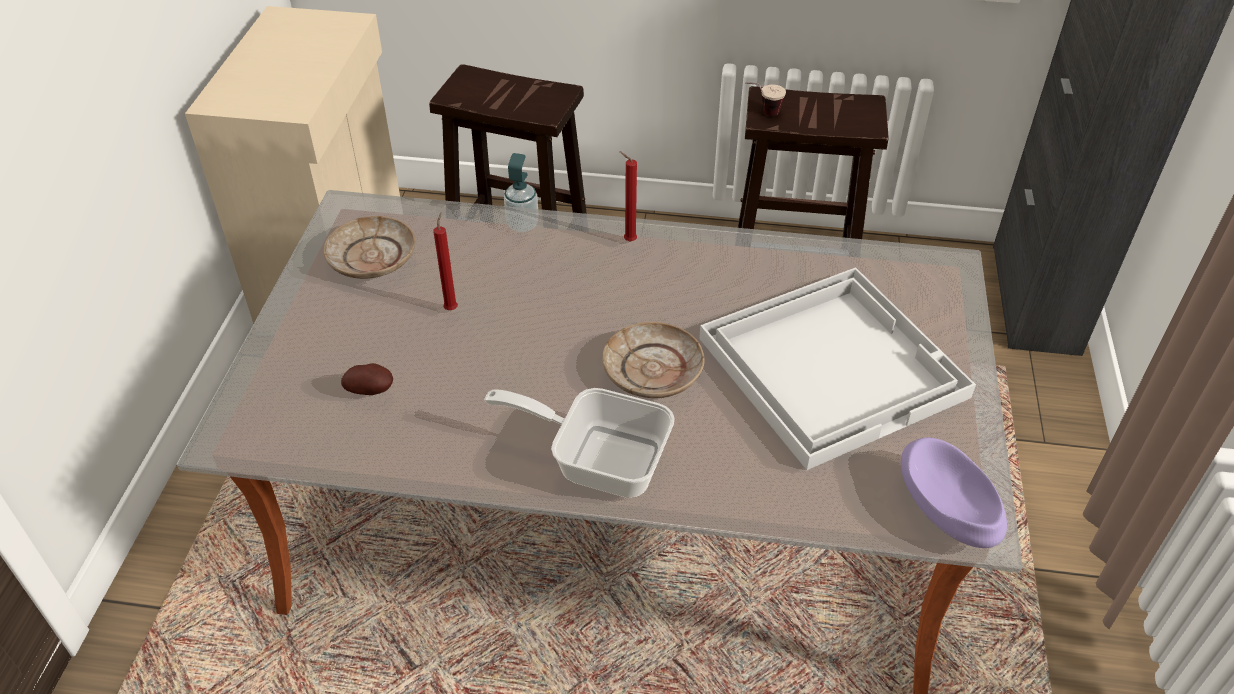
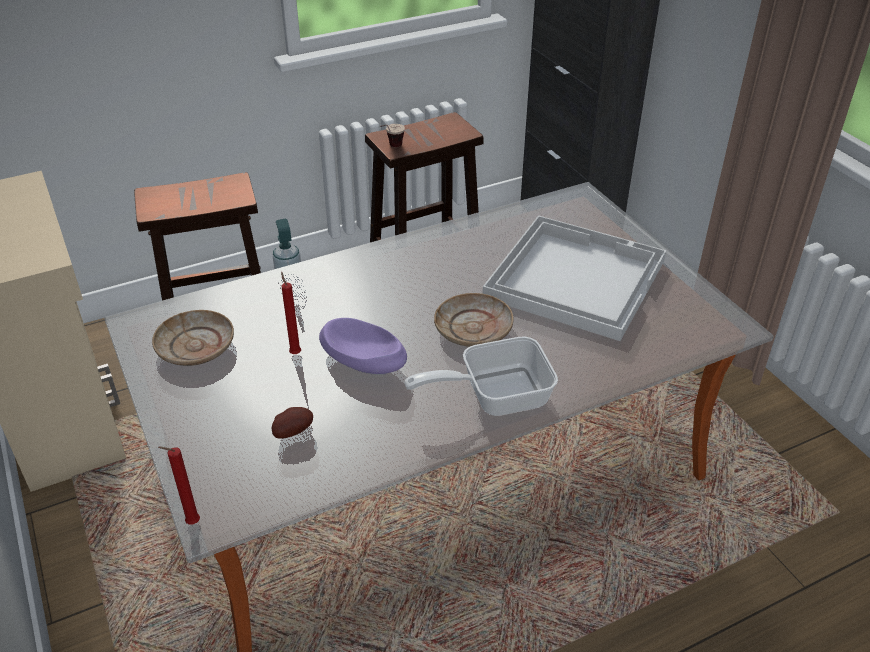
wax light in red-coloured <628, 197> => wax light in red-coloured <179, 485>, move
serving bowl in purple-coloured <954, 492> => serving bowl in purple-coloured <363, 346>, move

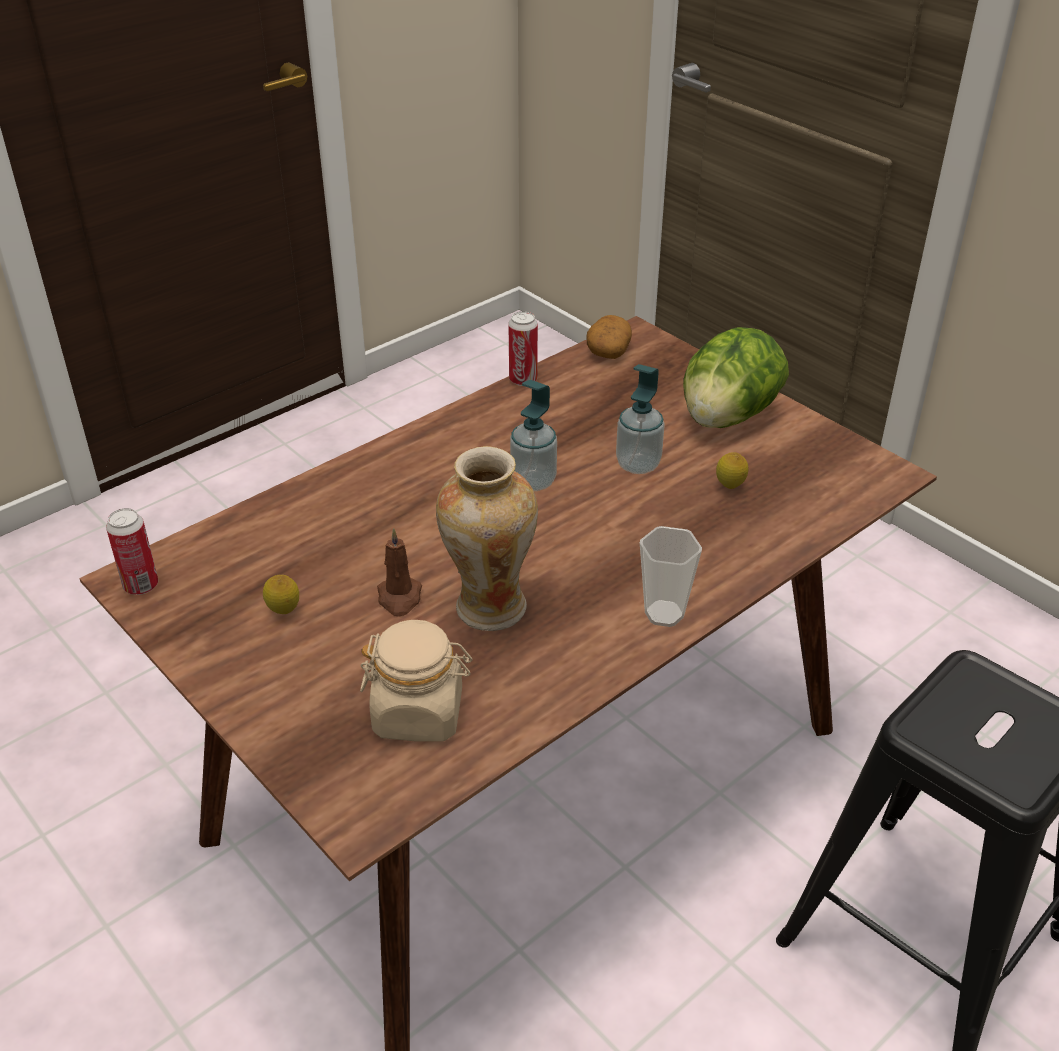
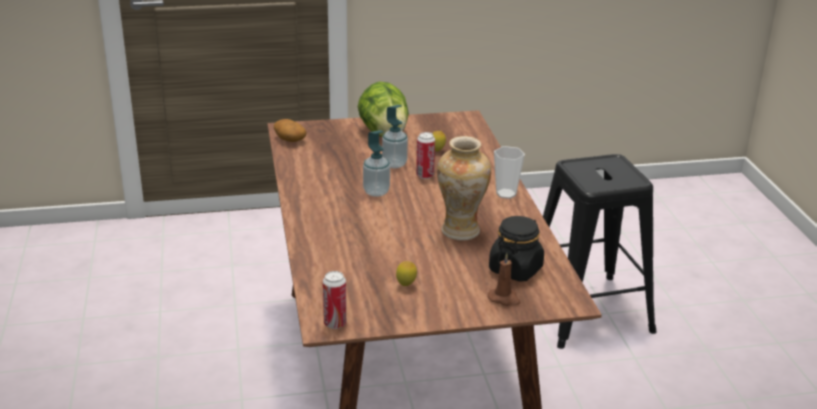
can <523, 348> => can <425, 155>, move
wax light in brown-coloured <399, 572> => wax light in brown-coloured <504, 279>, move
jar in beige <416, 680> => jar in blackish <516, 249>

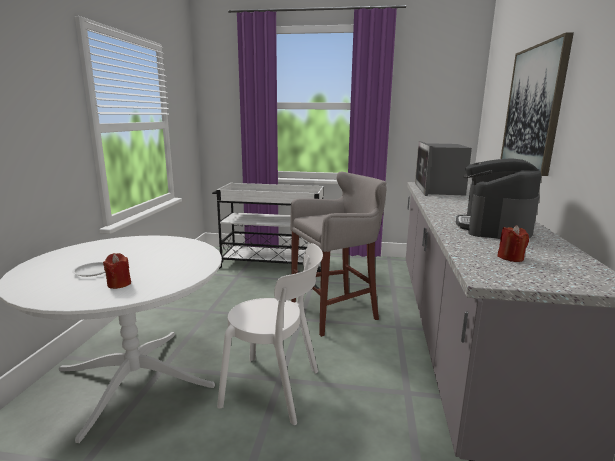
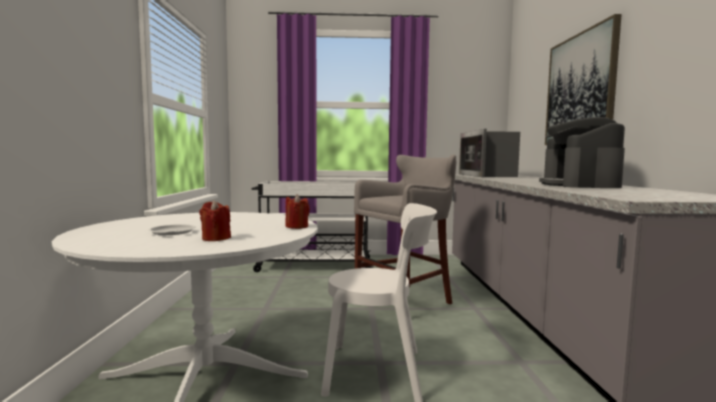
wax light in red-coloured <513, 243> => wax light in red-coloured <297, 211>, move

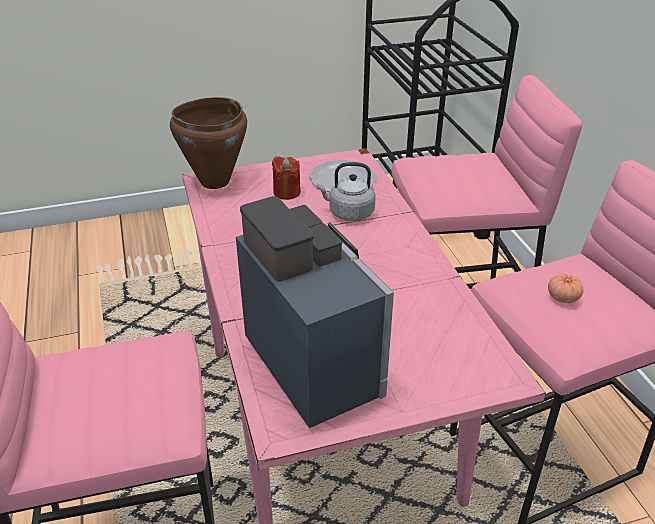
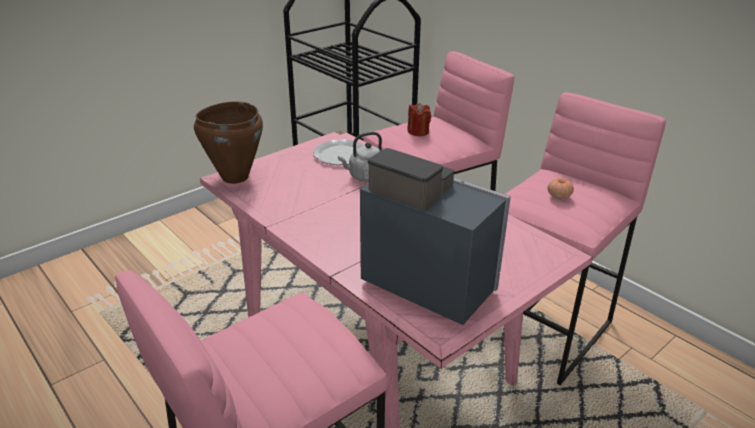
wax light in red-coloured <286, 178> => wax light in red-coloured <419, 119>, move

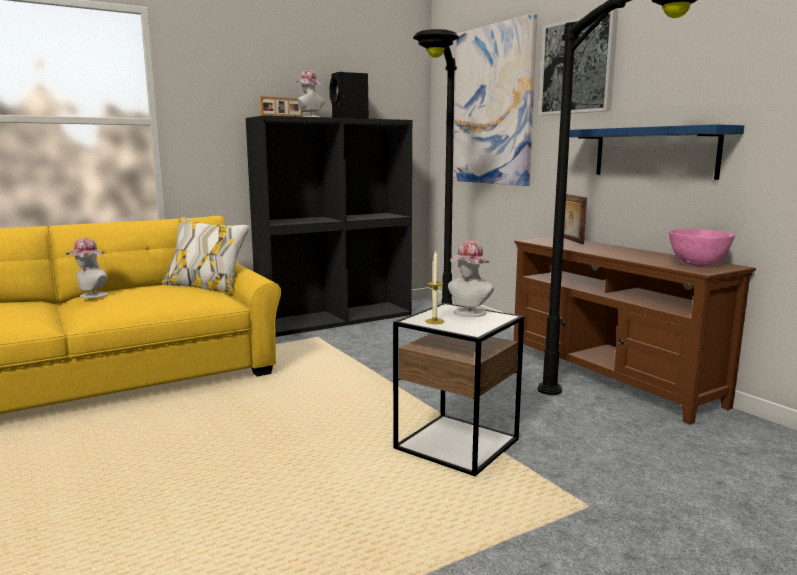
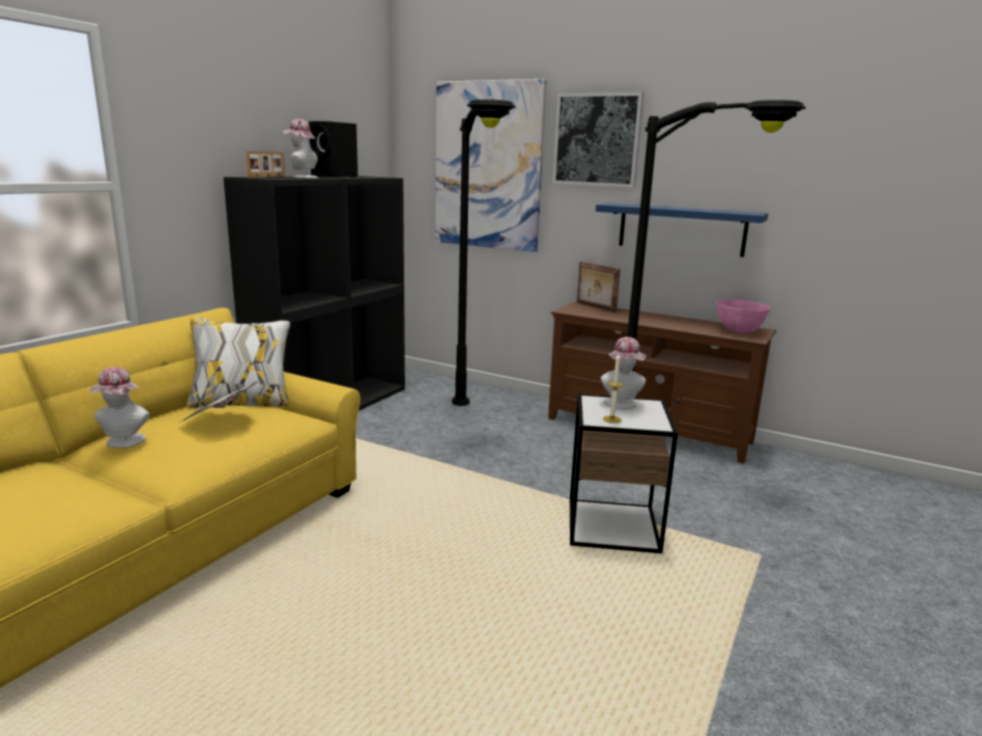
nothing => daily paper <218, 402>

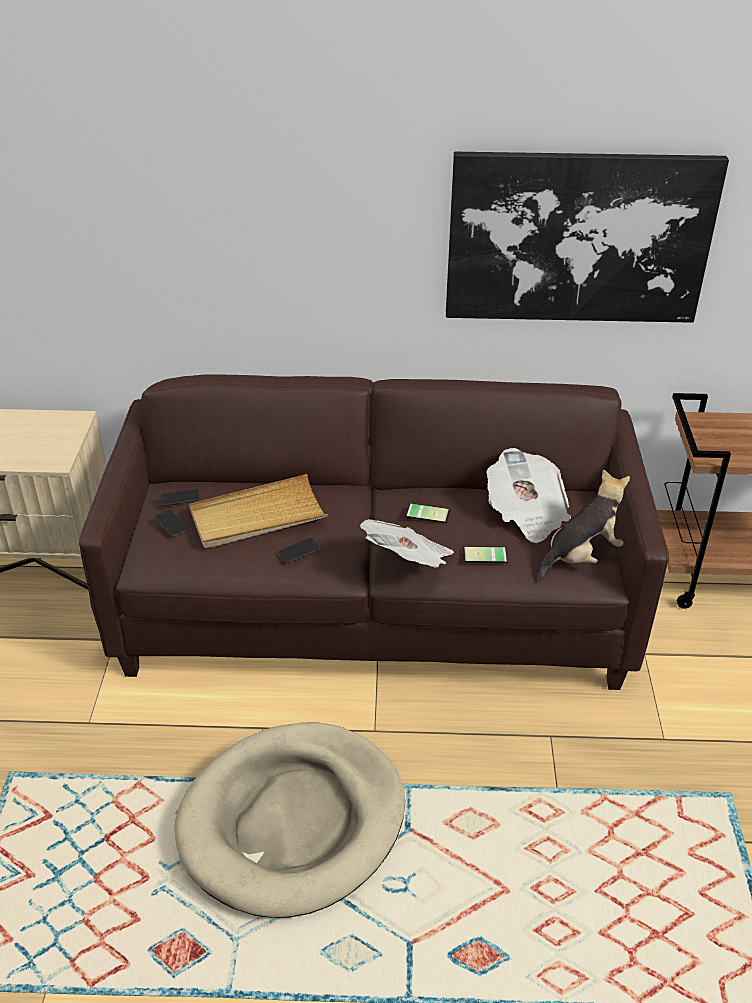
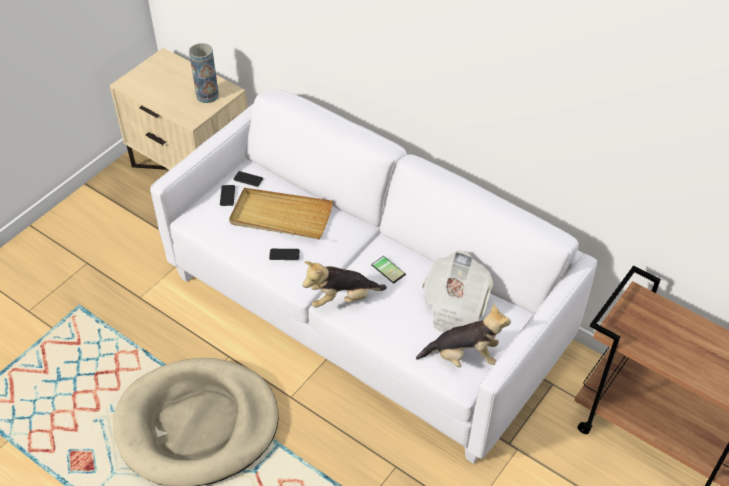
settee in brown-coloured <374, 532> => settee in whitish <373, 277>
nothing => flower vase <204, 73>
daily paper <407, 543> => soft toy <345, 284>
picture <587, 237> => nothing
telephone <485, 554> => nothing

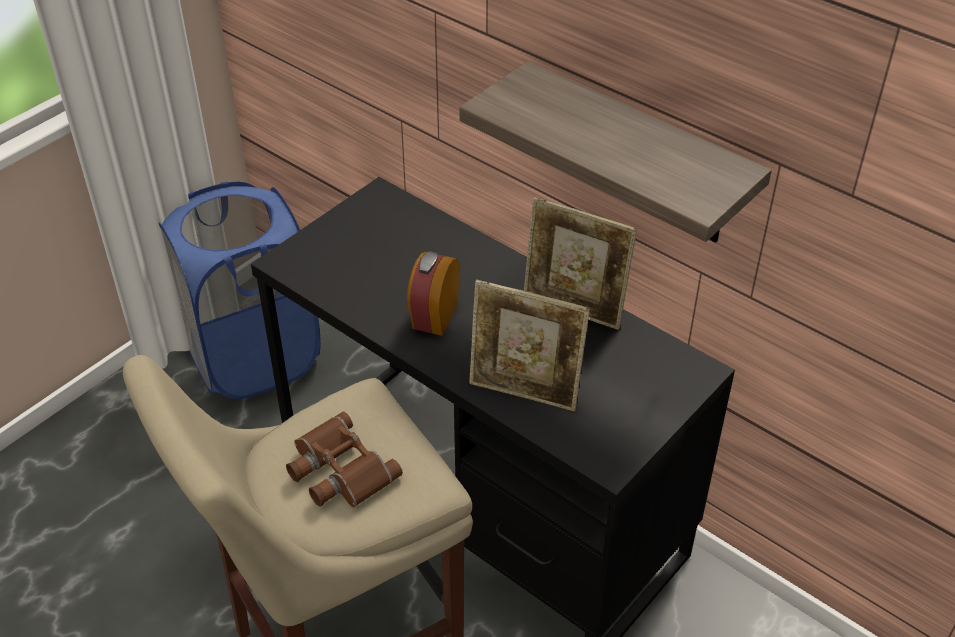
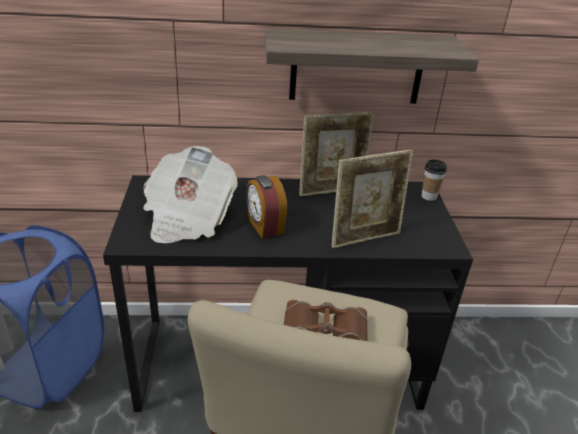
nothing => daily paper <190, 194>
nothing => drinking cup <434, 180>

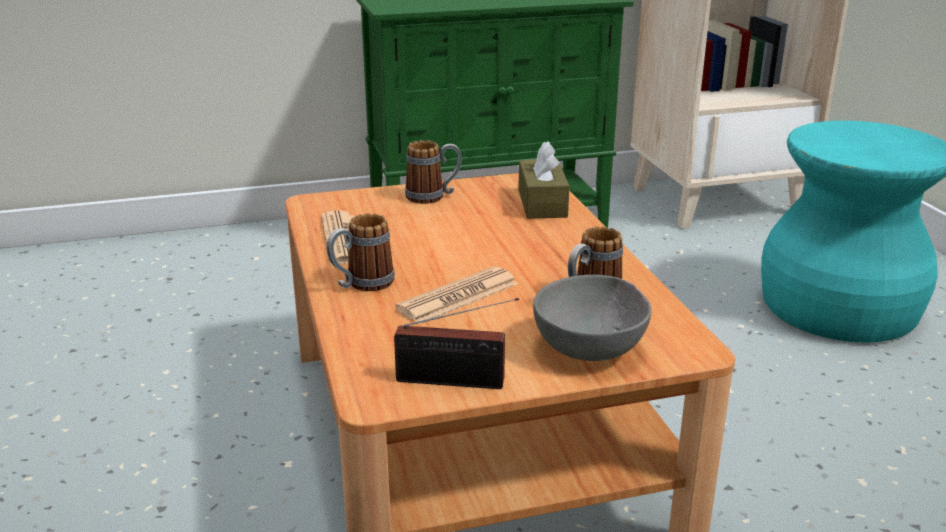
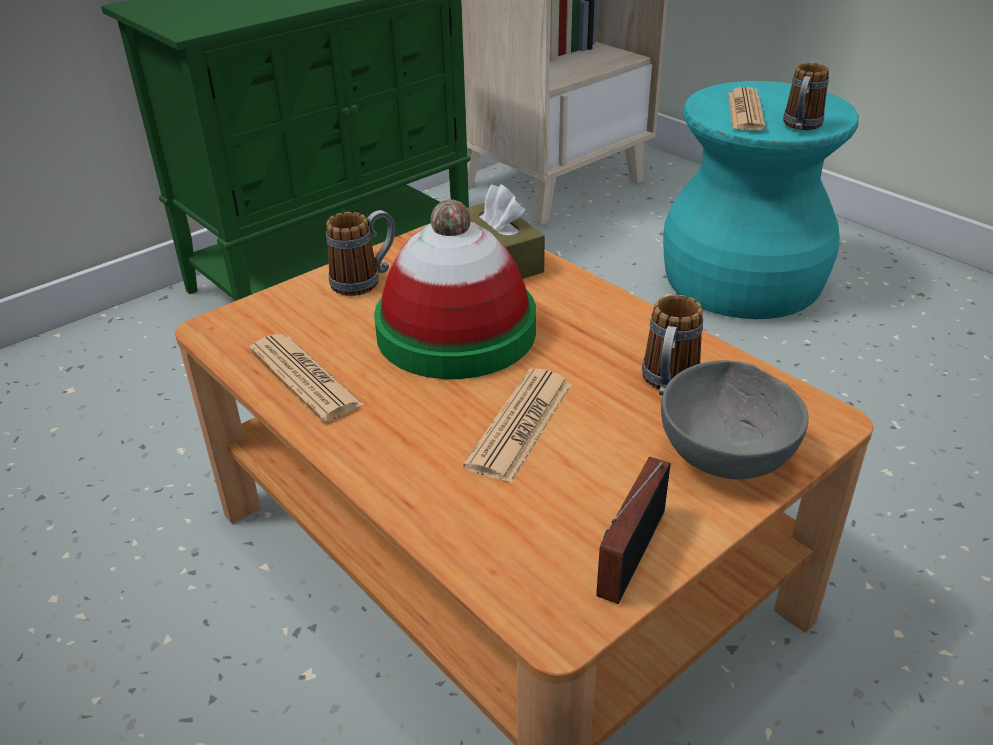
nothing => wearable hat <455, 289>
radio receiver <456, 343> => radio receiver <633, 530>, 135 degrees clockwise
nothing => daily paper <746, 109>
mug <360, 252> => mug <806, 96>, move

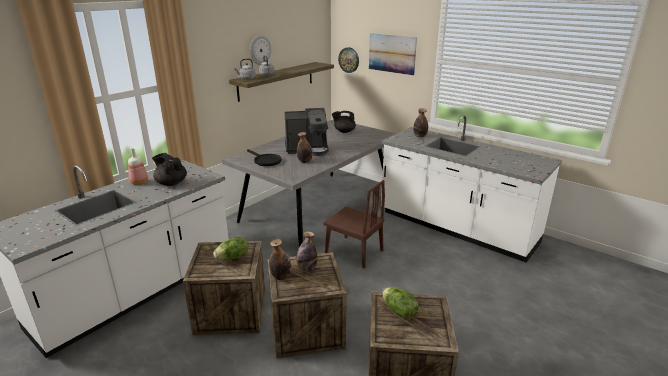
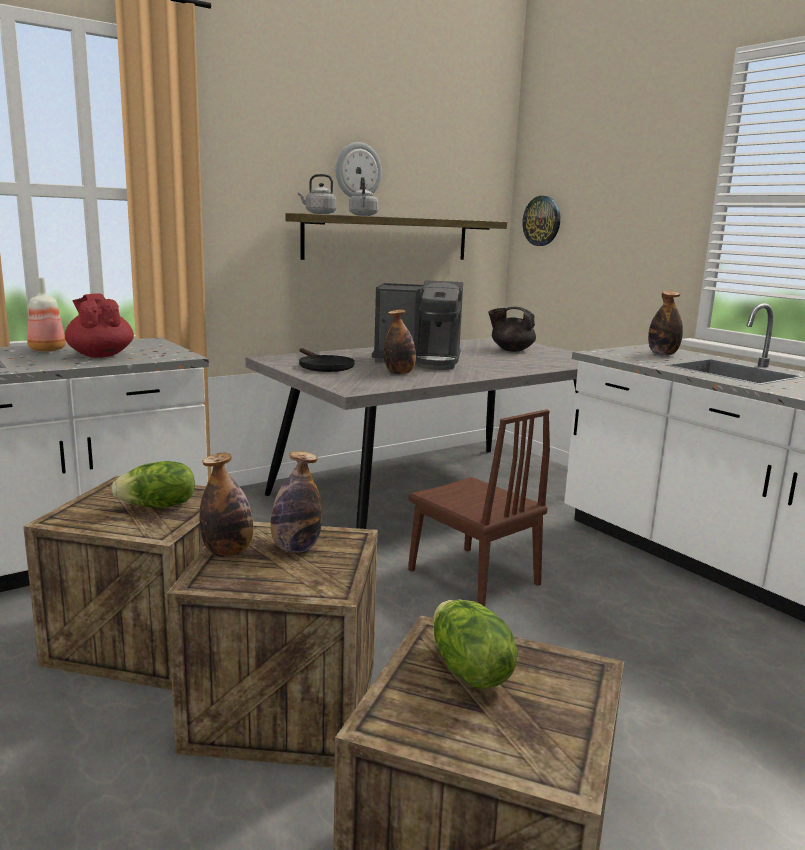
teapot in blackish <169, 169> => teapot in red-coloured <99, 325>
picture <393, 54> => nothing

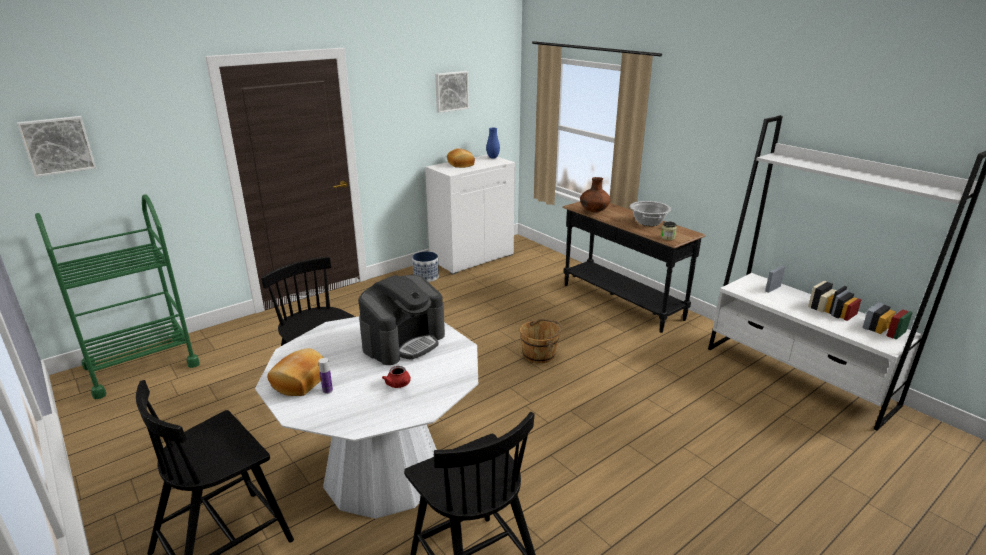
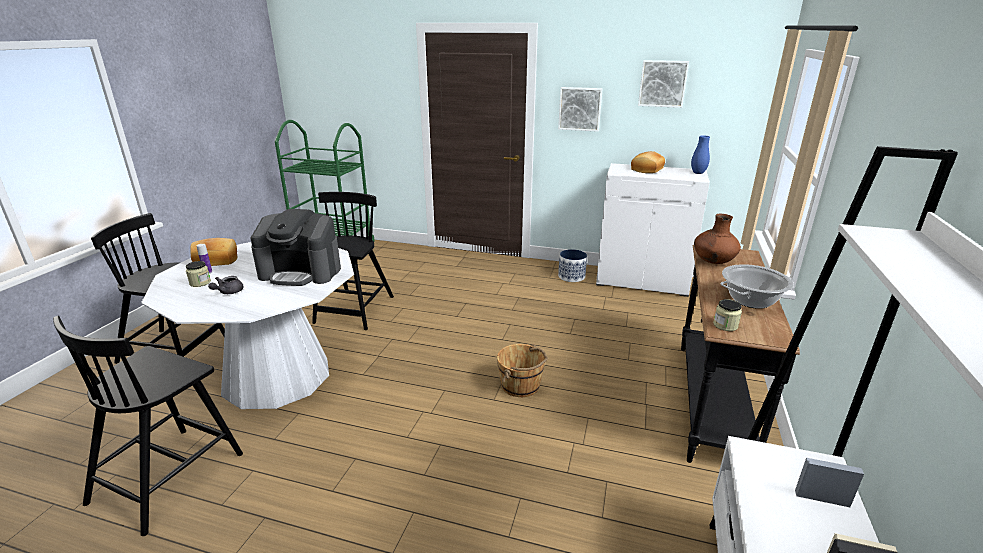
nothing => jar <198, 274>
teapot in red-coloured <396, 377> => teapot in gray <226, 285>
picture <56, 146> => picture <580, 109>, move

